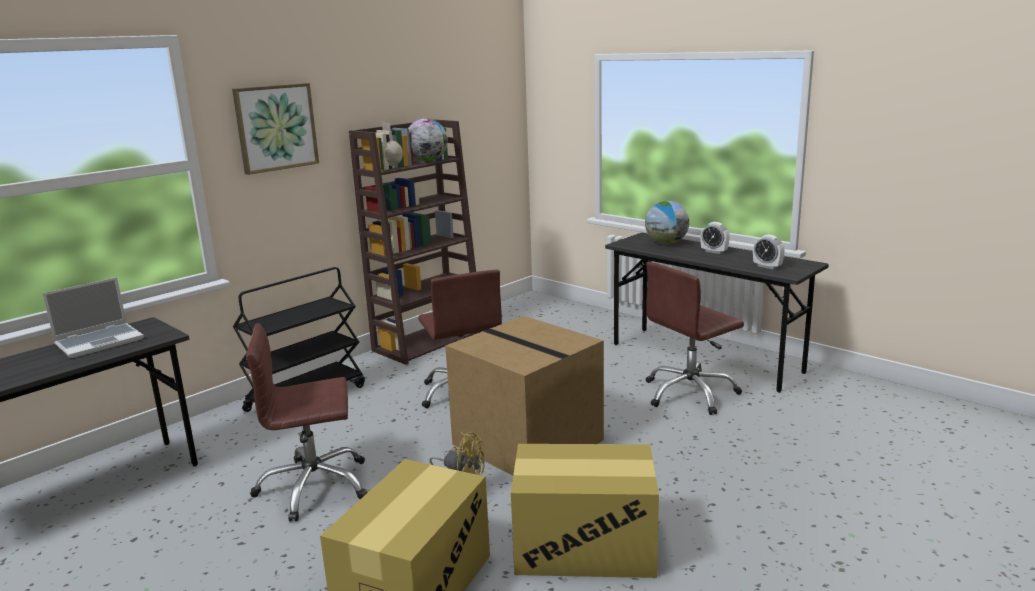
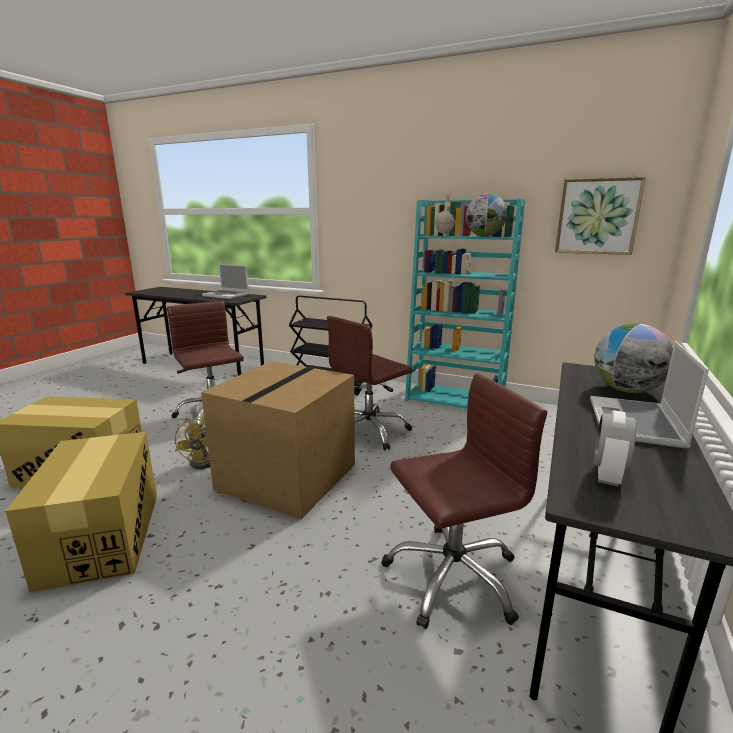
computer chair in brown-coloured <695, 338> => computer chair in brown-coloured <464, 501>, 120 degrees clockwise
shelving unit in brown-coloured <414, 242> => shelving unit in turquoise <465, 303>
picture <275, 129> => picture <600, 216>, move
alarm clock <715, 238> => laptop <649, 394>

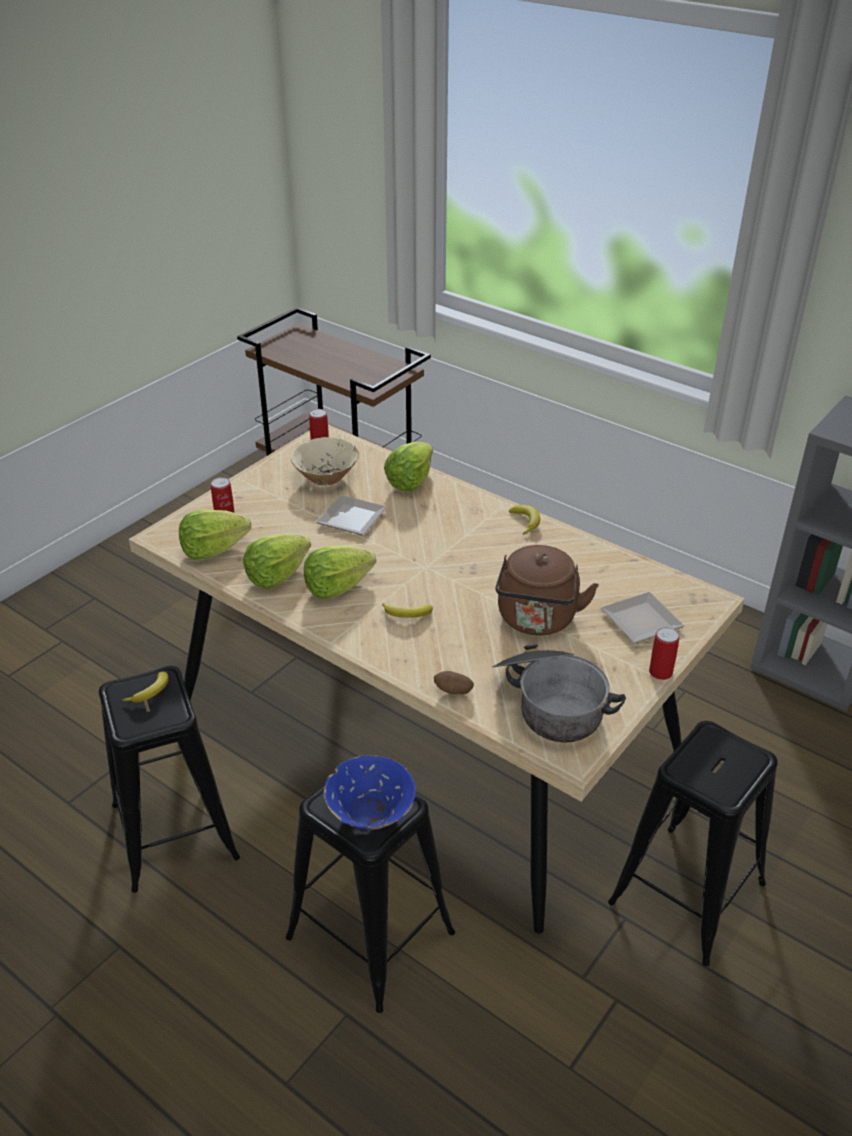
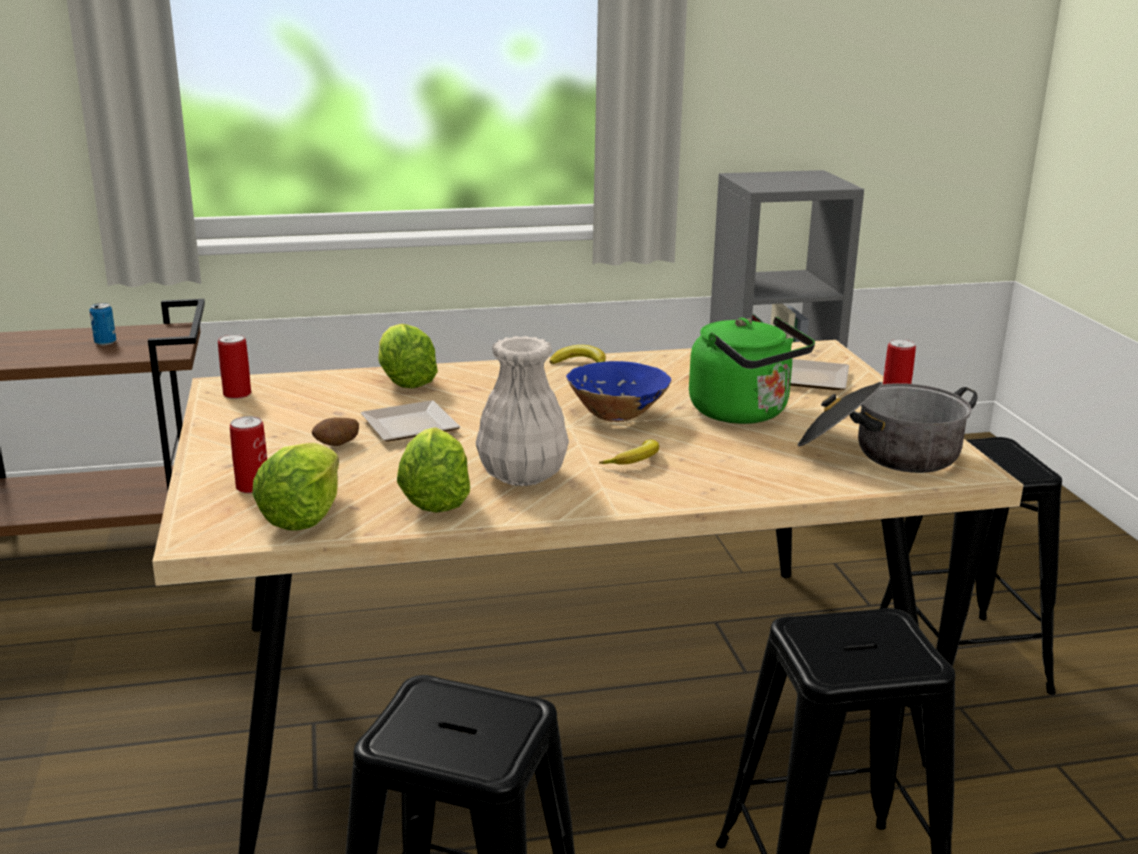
nothing => can <102, 324>
whole potato <454, 682> => whole potato <335, 431>, move
head of lettuce <340, 572> => flower vase in whitish <522, 411>
serving bowl in blue-coloured <370, 792> => serving bowl in blue-coloured <619, 391>, move
kettle in brown-coloured <547, 590> => kettle in green <752, 370>
banana <145, 687> => nothing
serving bowl in beige <325, 461> => nothing

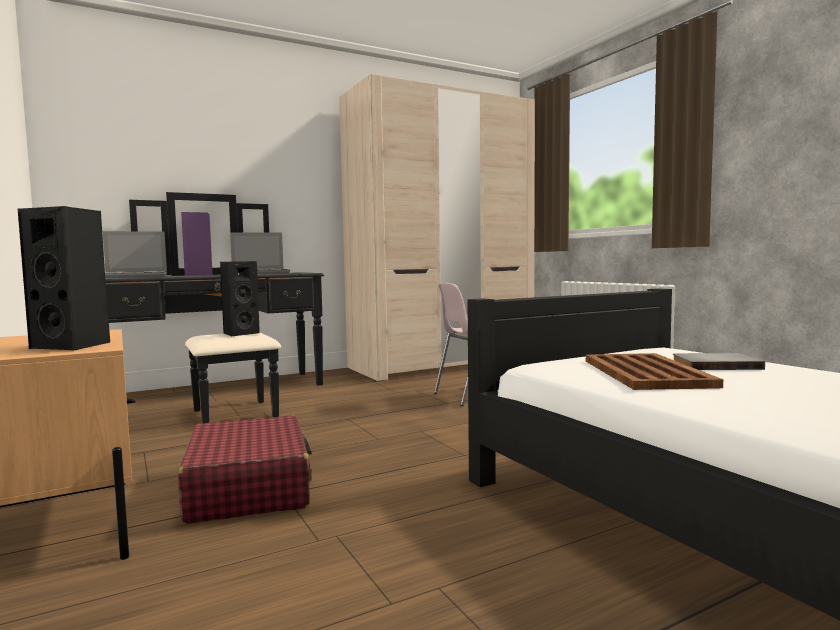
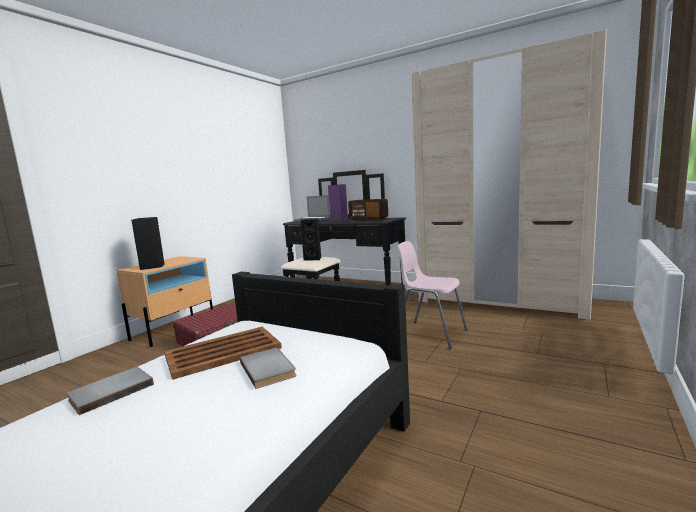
nothing => book in gray <110, 391>
laptop <260, 253> => radio receiver <368, 209>

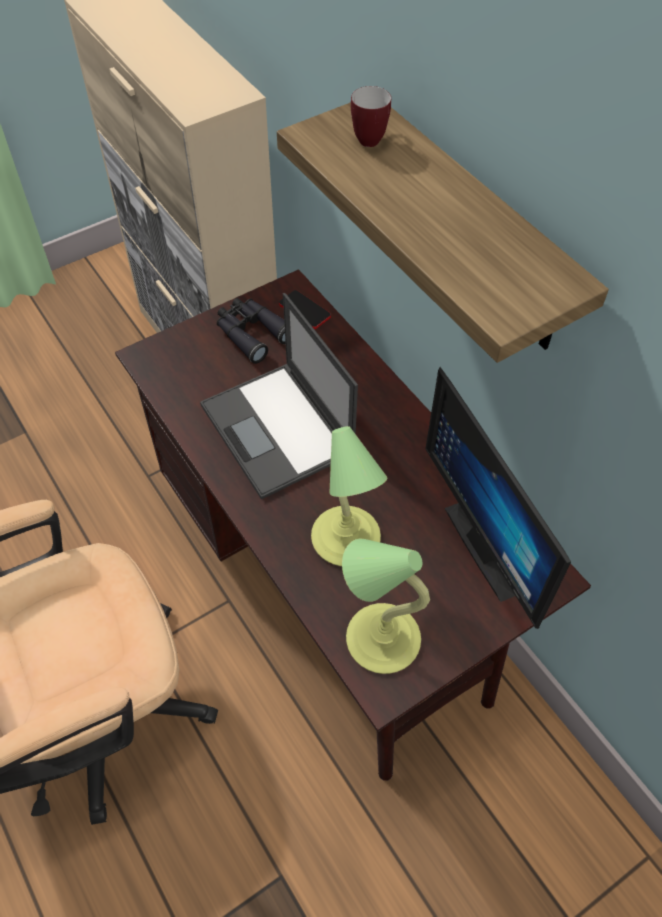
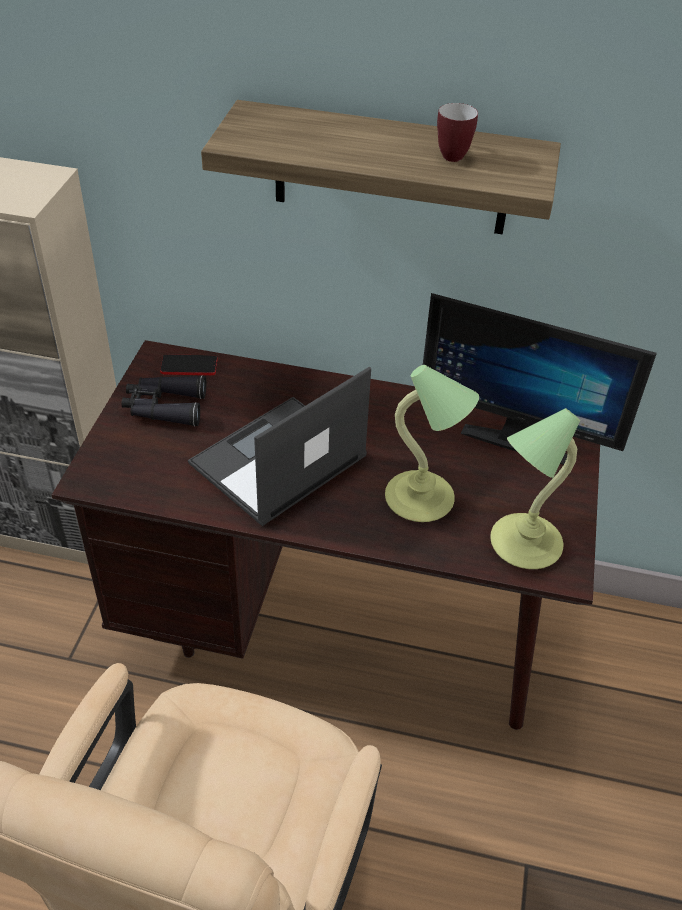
laptop <279, 396> => laptop <279, 446>, 120 degrees clockwise
mug <371, 116> => mug <457, 132>, move

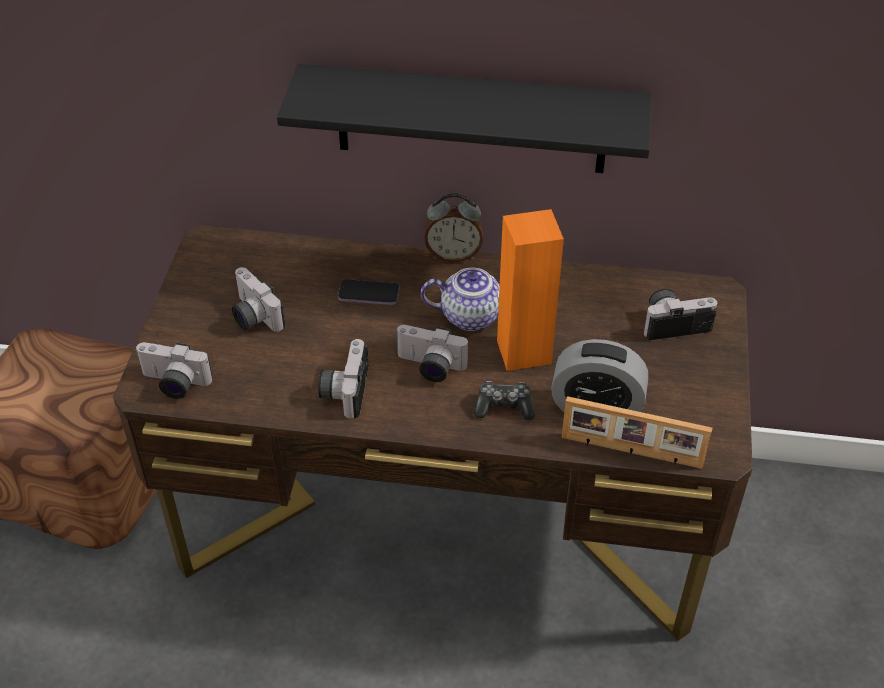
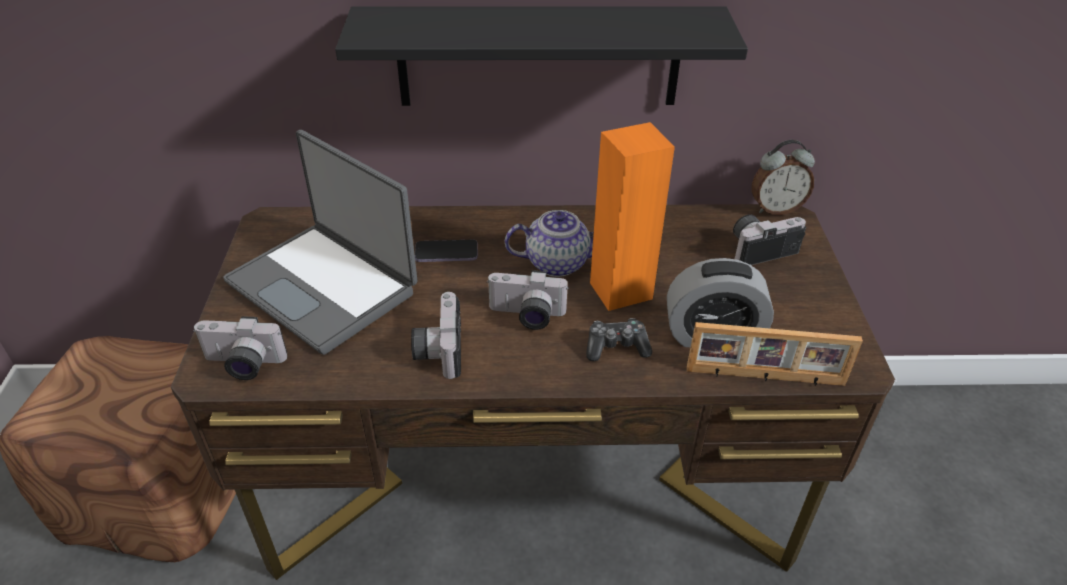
photo camera <259, 299> => laptop <320, 242>
alarm clock <453, 228> => alarm clock <783, 177>, move

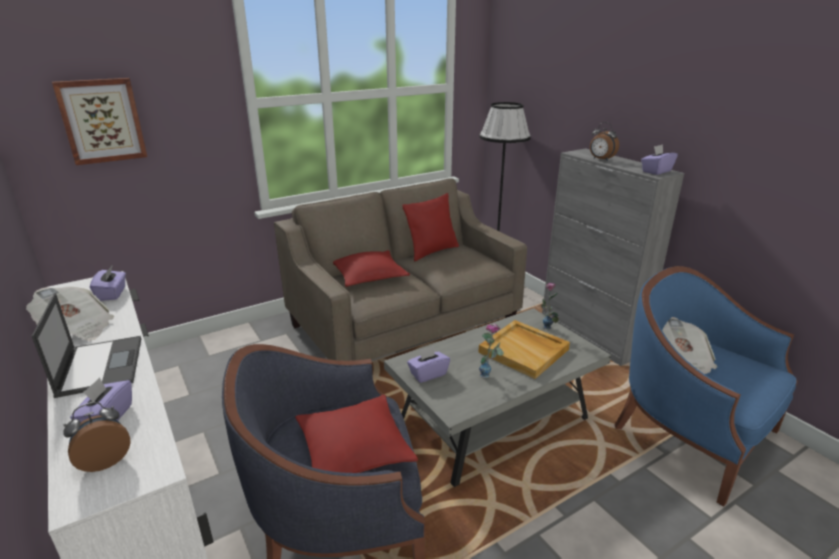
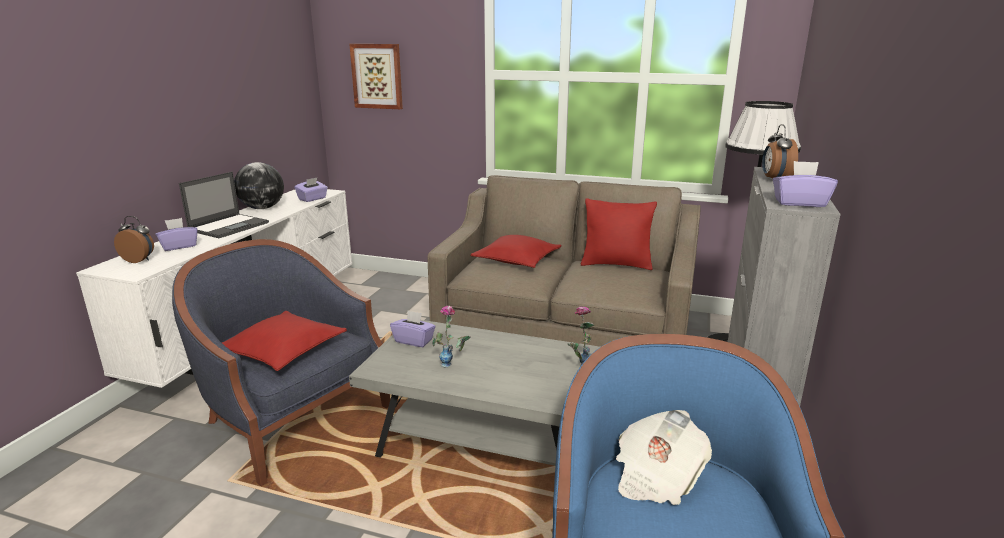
daily paper <70, 314> => globe <259, 185>
serving tray in beige <524, 349> => nothing

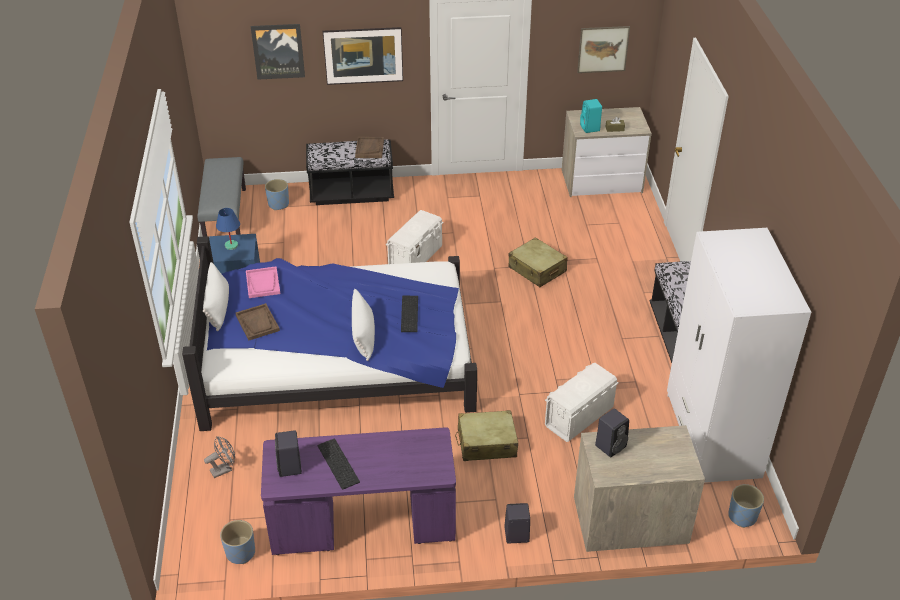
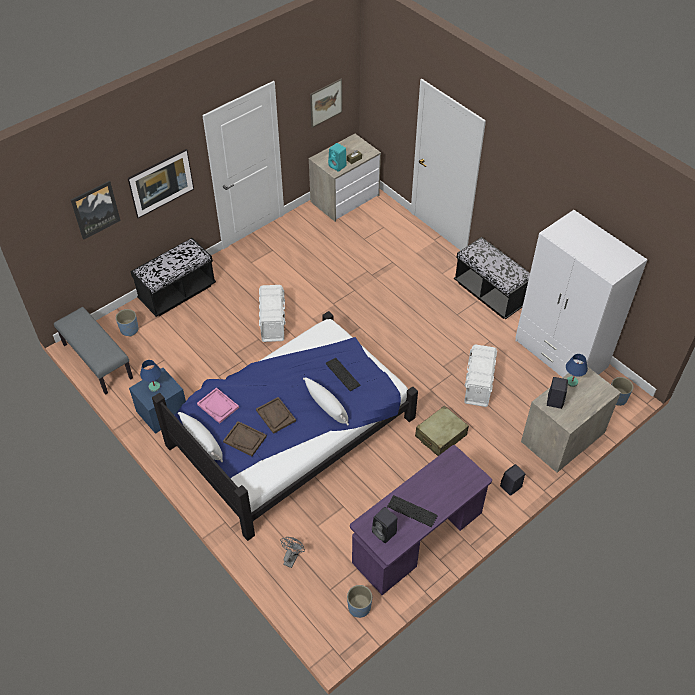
serving tray in brown-coloured <369, 147> => serving tray in brown-coloured <276, 415>, move
nothing => table lamp in blue-coloured <577, 370>
piece of luggage in beige <538, 262> => nothing

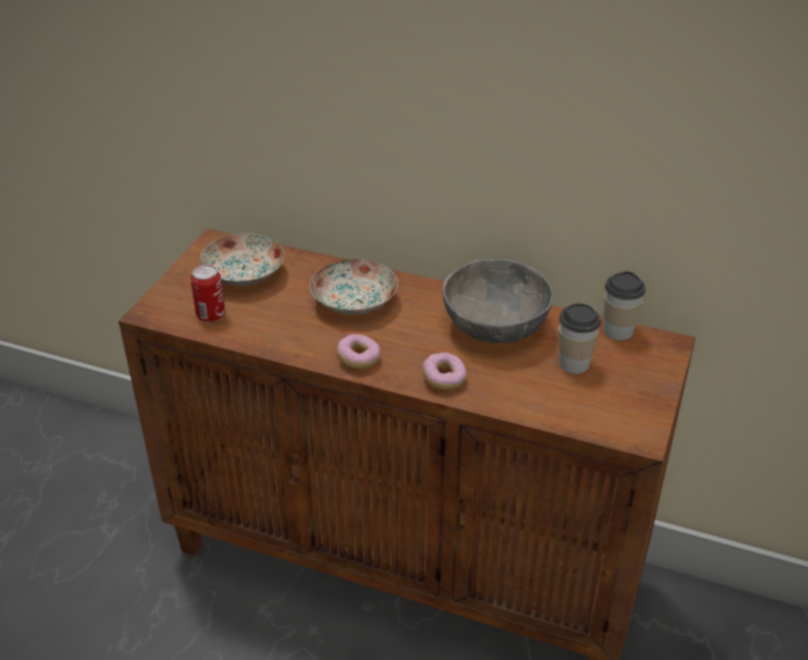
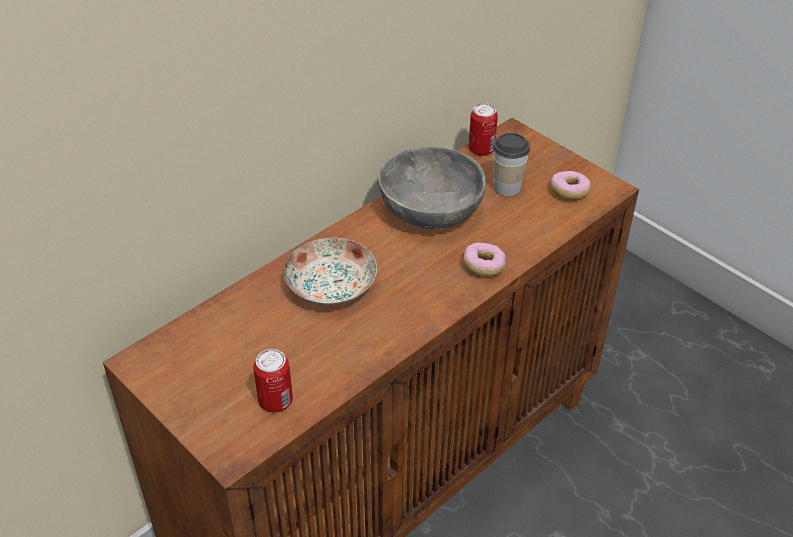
drinking cup <624, 305> => can <483, 129>
doughnut <359, 352> => doughnut <570, 185>, move
dinner plate <242, 259> => nothing

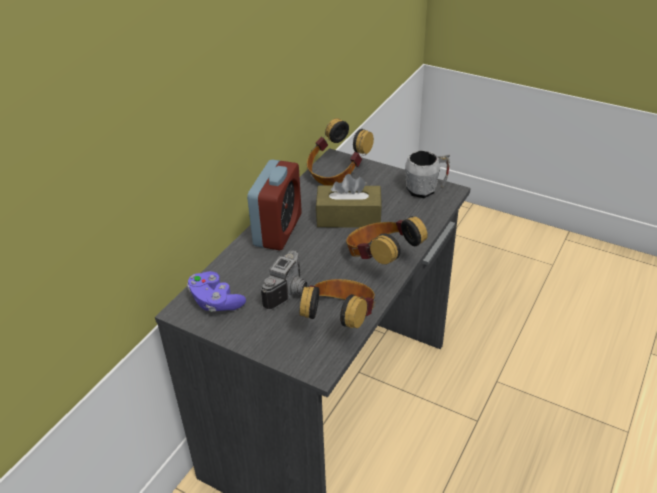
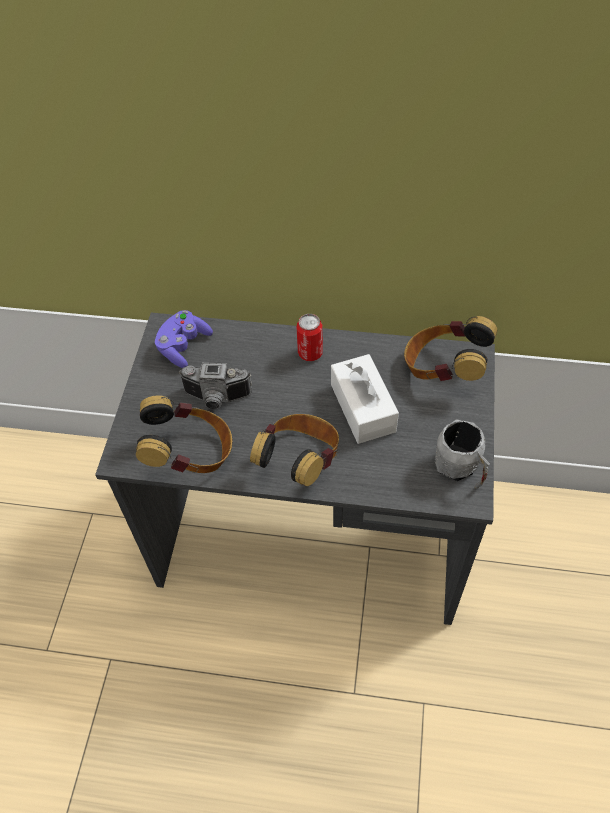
alarm clock <274, 204> => can <309, 337>
tissue holder in brown-coloured <349, 201> => tissue holder in whitish <365, 399>

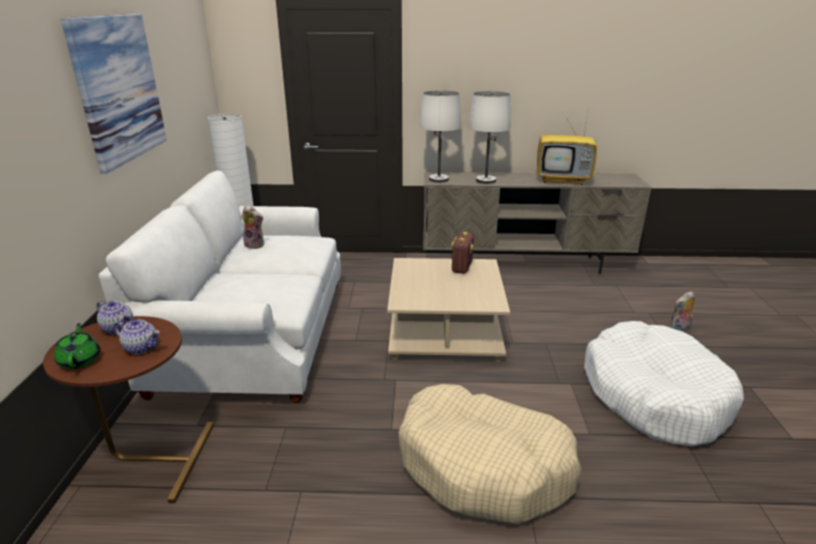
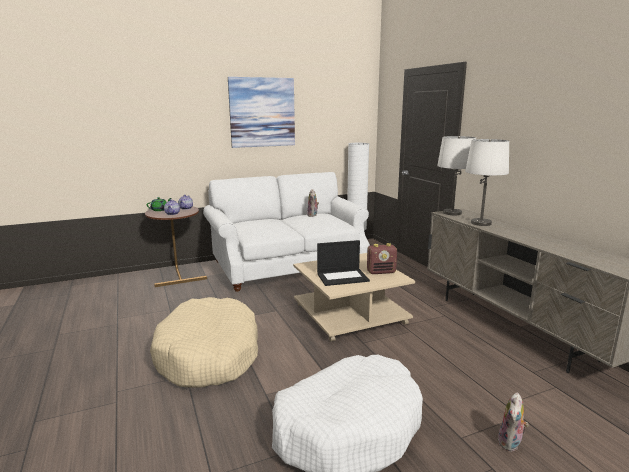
nothing => laptop <343, 263>
soft toy <682, 311> => soft toy <513, 422>, 105 degrees counterclockwise
TV <567, 145> => nothing

